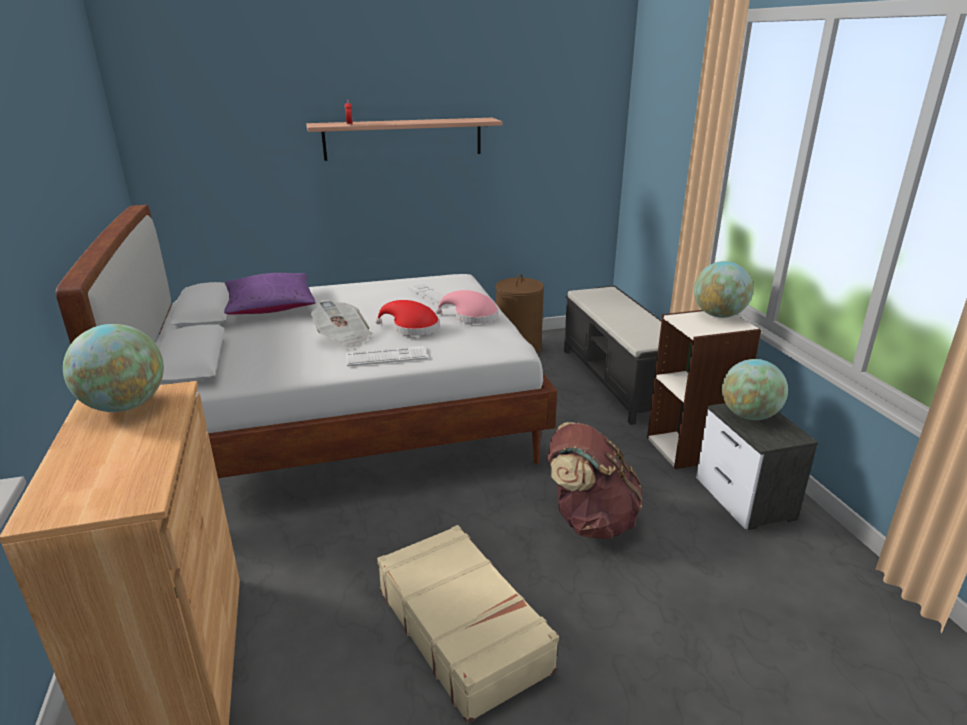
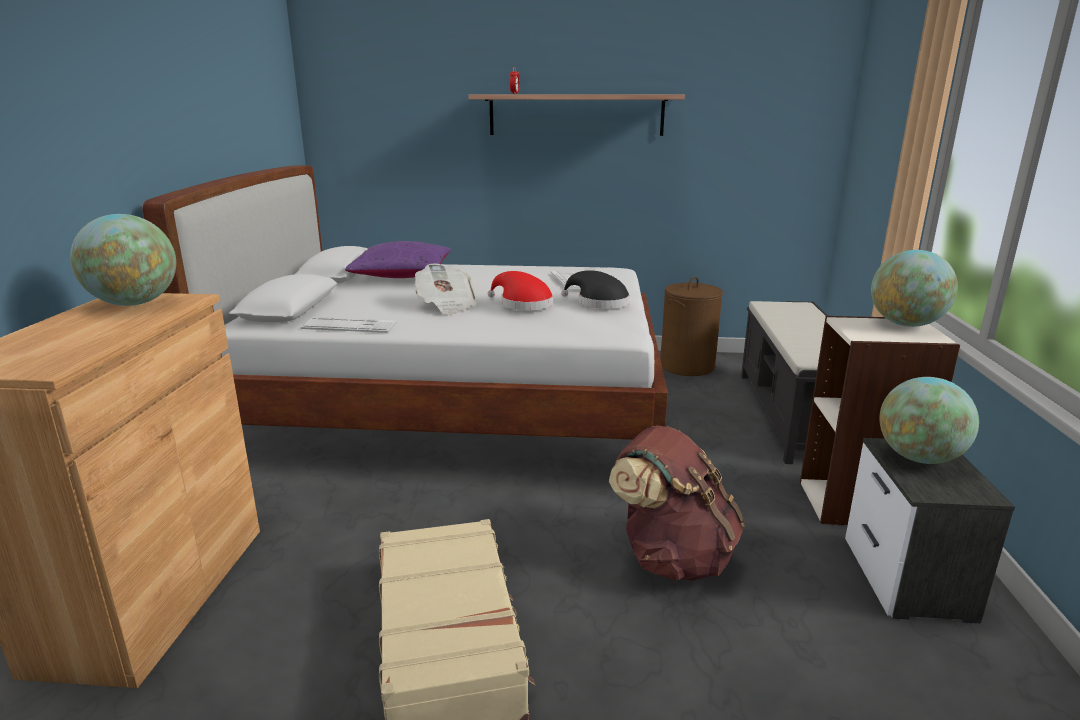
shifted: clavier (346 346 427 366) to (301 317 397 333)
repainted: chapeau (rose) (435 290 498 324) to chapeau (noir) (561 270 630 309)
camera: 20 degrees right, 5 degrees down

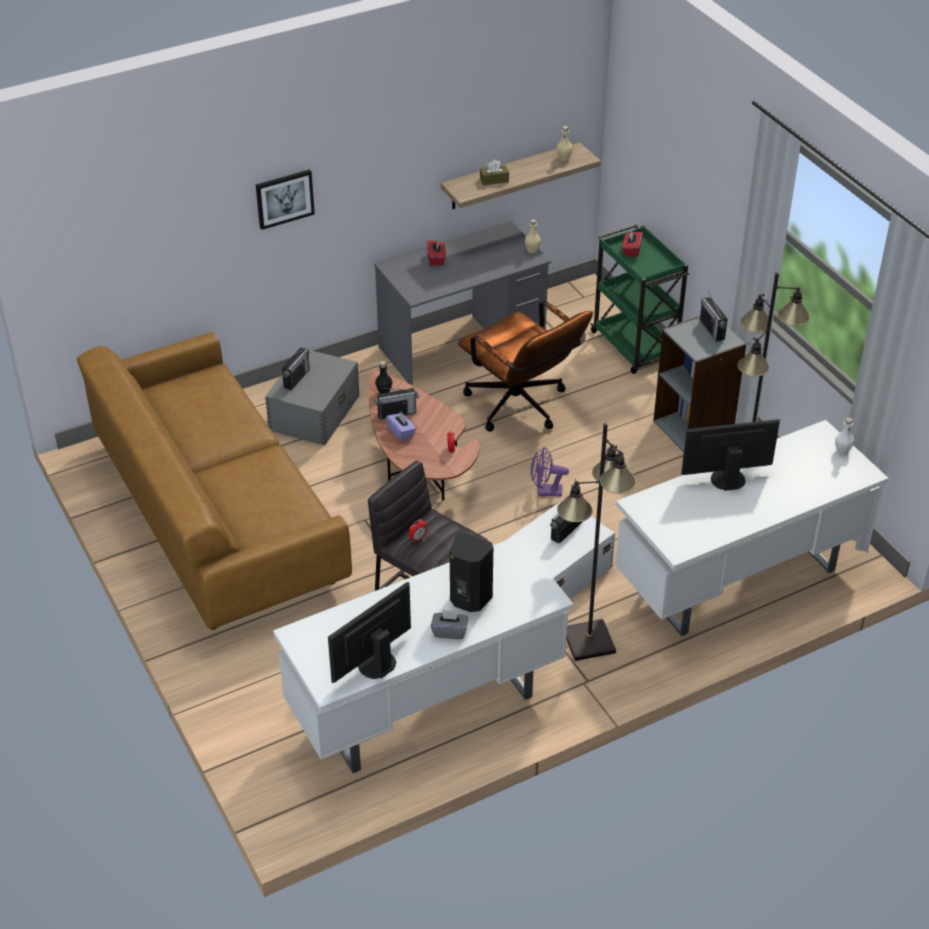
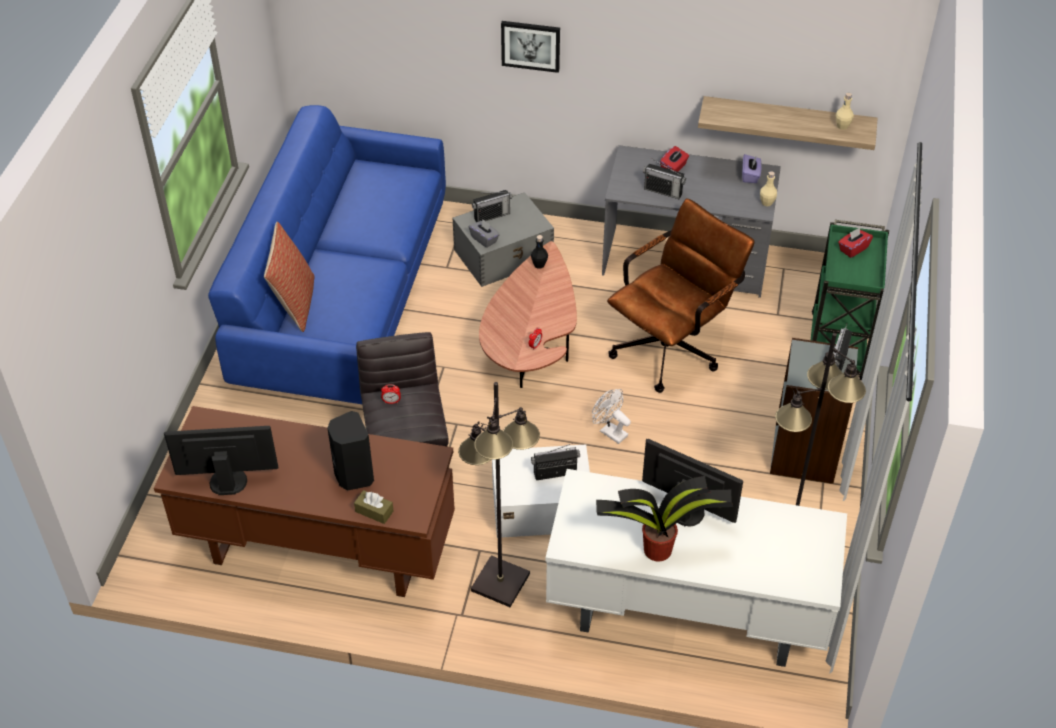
gone: bouteille (blanc) (835 418 854 455)
new: coussin (264 222 315 332); plante en pot (596 476 733 562)
shifted: radio (375 388 419 420) to (643 158 686 199); boîte à mouchoirs (violet) (386 412 416 441) to (742 154 762 183); boîte à mouchoirs (gris) (431 610 468 639) to (469 219 500 248); boîte à mouchoirs (marron) (480 160 509 185) to (354 490 393 524)
repainted: canapé (marron) (77 332 352 630) to canapé (bleu) (208 105 446 404); bureau (blanc) (273 536 573 773) to bureau (marron) (154 406 455 597); ventilateur (violet) (531 447 569 496) to ventilateur (blanc) (592 389 631 444)
rotated: chaise de bureau (marron) (458 301 593 432) = (607 199 755 393) 135 degrees counterclockwise
camera: 40 degrees right, 5 degrees up

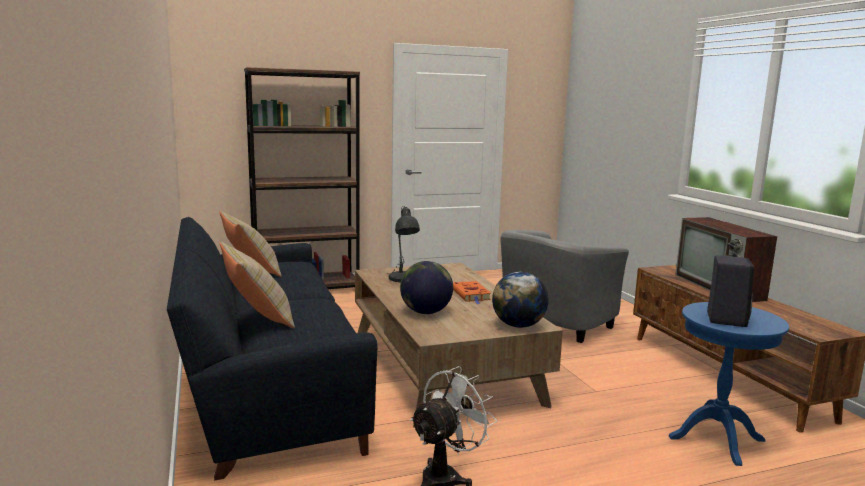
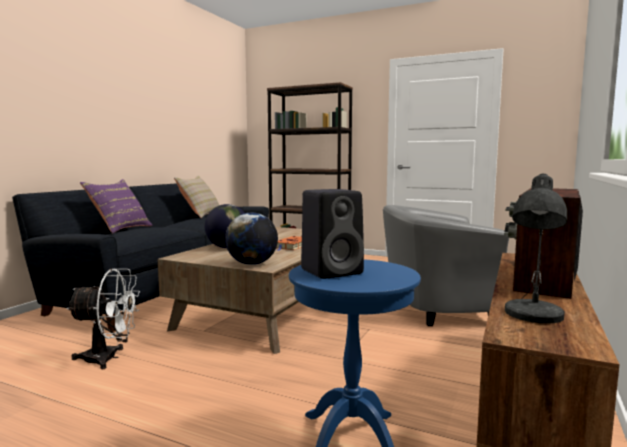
shifted: lampe de table (gris) (389 206 420 282) to (505 173 567 324)
repainted: coussin (beige) (220 242 295 328) to coussin (violet) (80 179 153 234)
camera: 45 degrees right, 5 degrees down

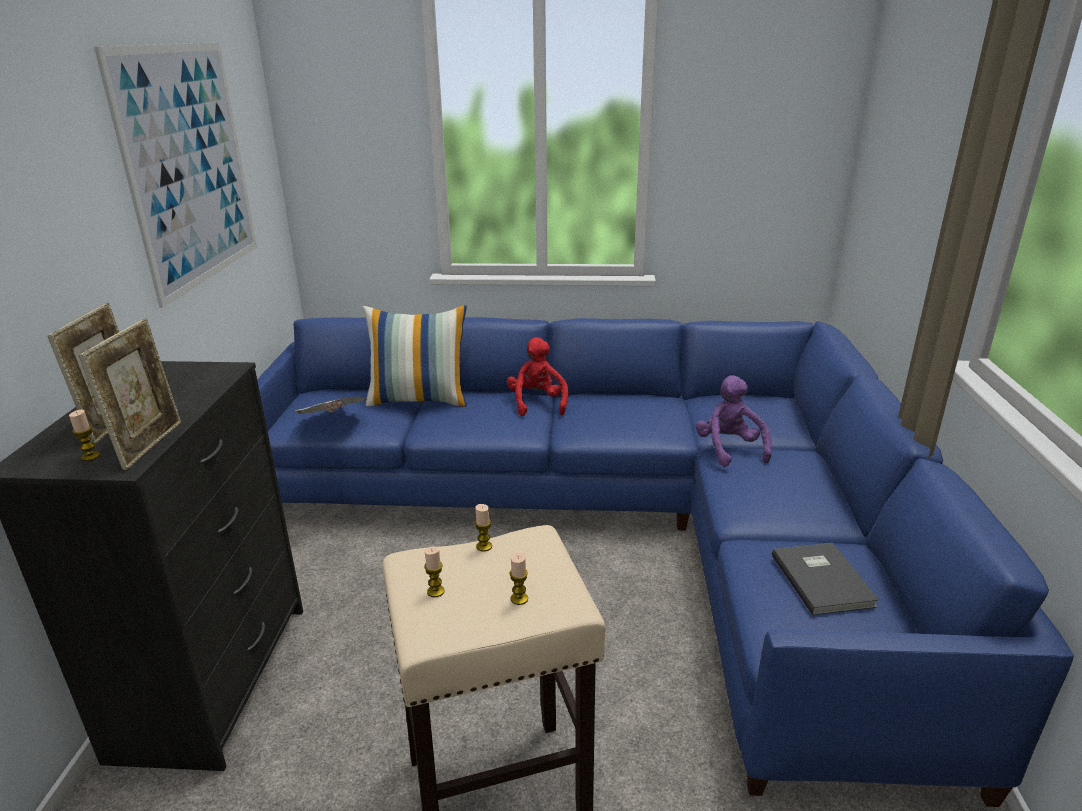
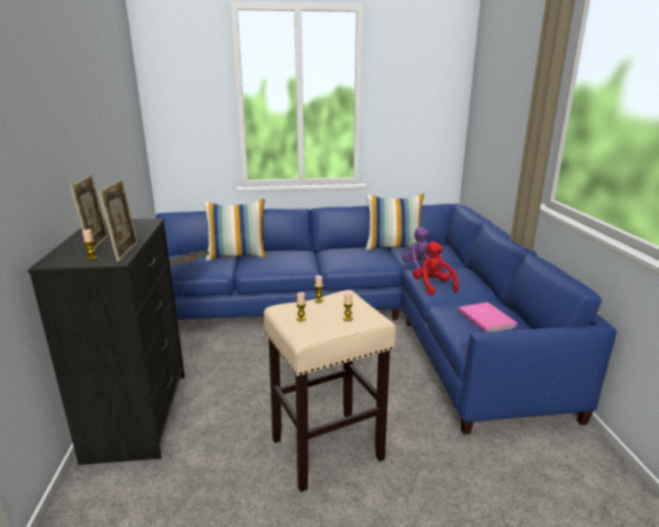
gone: tableau (94 42 257 308)
new: coussin (366 194 424 251)
shifted: peluche (rouge) (507 337 568 416) to (413 241 459 295)
repainted: livre (gris) (772 543 879 615) to livre (rose) (458 302 517 332)
camera: 10 degrees left, 5 degrees down

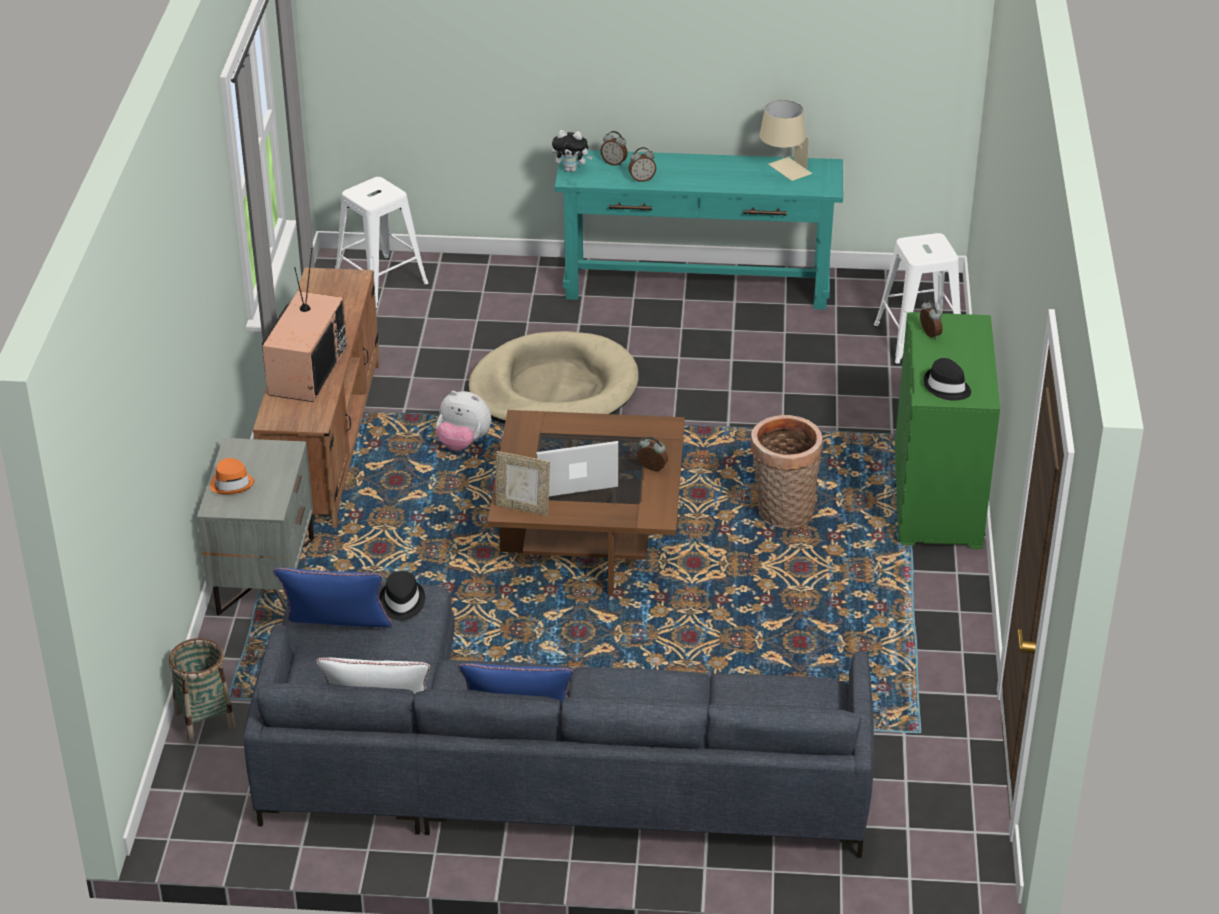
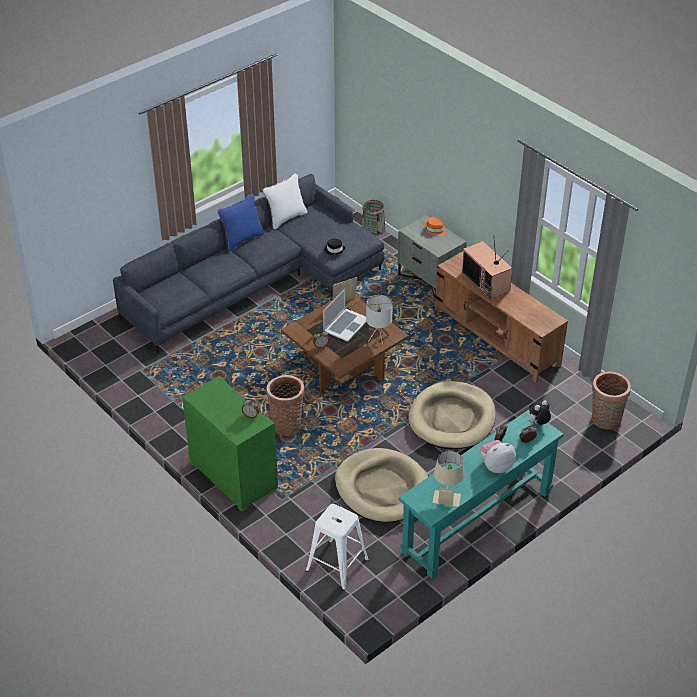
gone: coussin (bleu) (273 568 393 628); chapeau (noir) (924 358 971 401)
new: panier pour chien (beige) (335 448 428 523); lampe de table (366 295 393 346)
shifted: peluche (436 391 491 451) to (480 440 516 473)
swapped: tabouret (blanc) (335 177 429 309) to panier (592 371 631 430)
camera: 135 degrees right, 5 degrees up

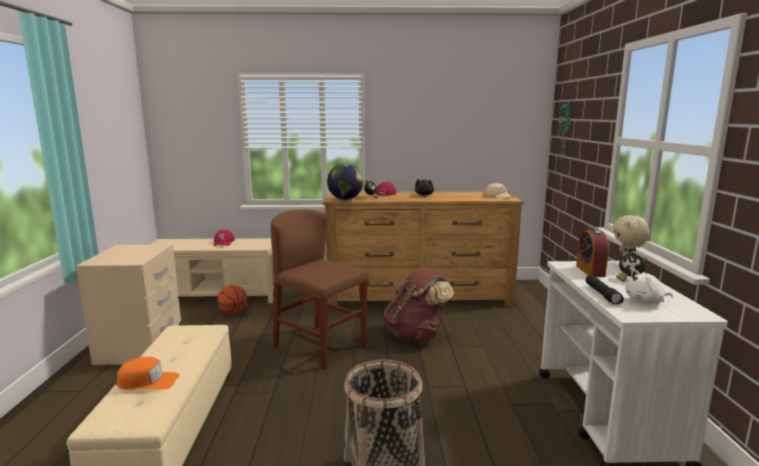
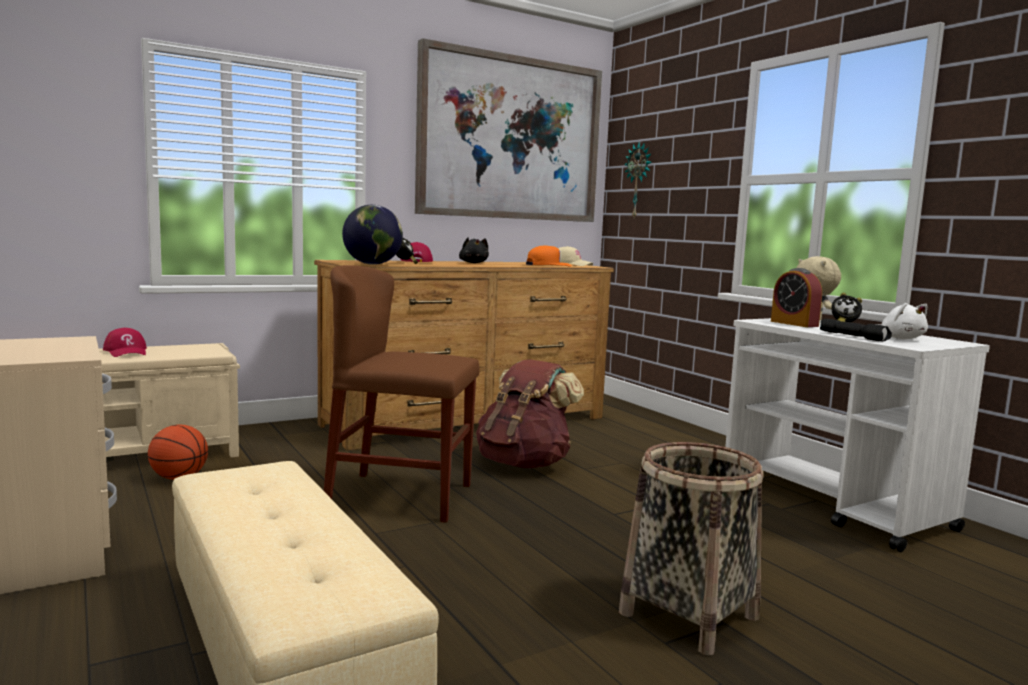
new: tableau (415 38 602 222)
shifted: casquette (orange) (116 357 180 390) to (526 246 572 267)
rotated: peluche (blanc) (625 269 673 304) = (877 303 928 339) 75 degrees counterclockwise
camera: 30 degrees left, 5 degrees down

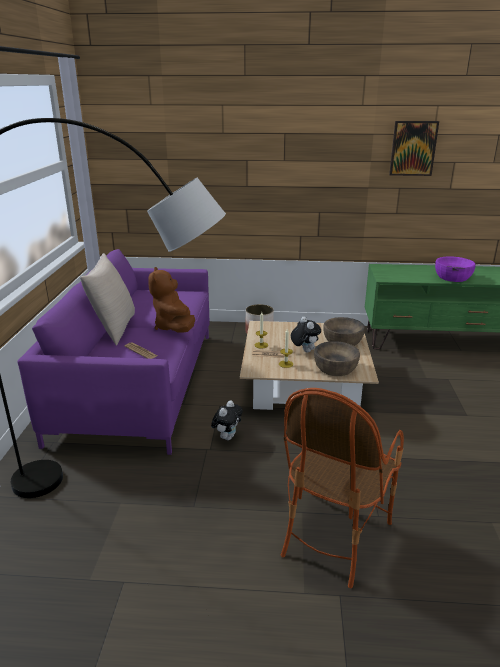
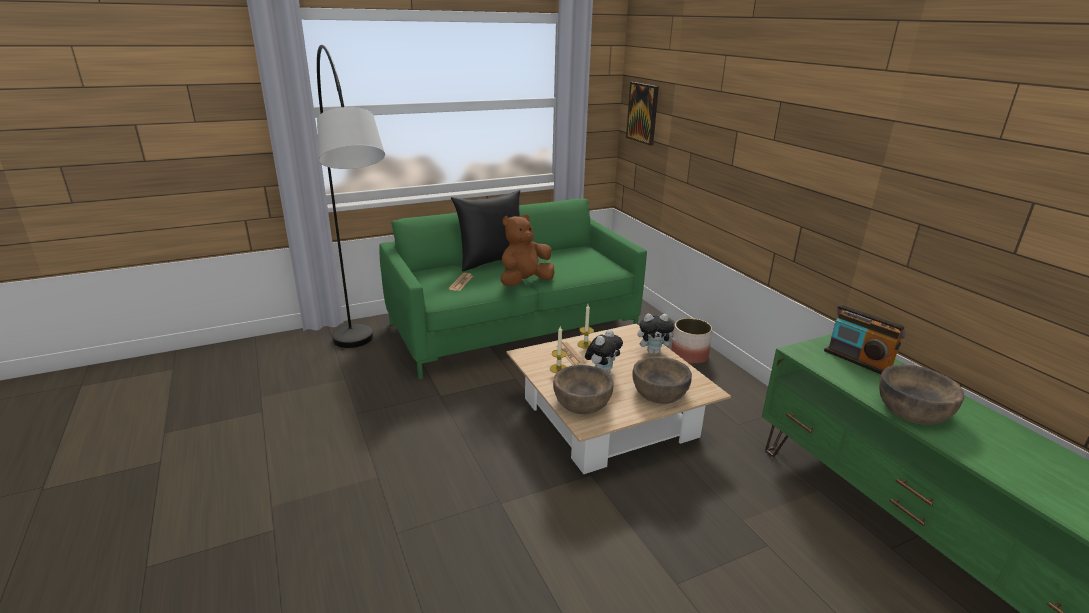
gone: fauteuil (280 388 404 588)
new: radio (824 304 905 374)
shifted: peluche (211 400 243 440) to (638 314 677 354); tableau (389 121 439 176) to (626 82 659 146)
repainted: canapé (violet) (17 249 210 455) to canapé (vert) (379 199 647 380); coussin (beige) (80 253 135 346) to coussin (noir) (451 190 520 271); bol (violet) (435 257 475 282) to bol (marron) (879 364 965 425)
camera: 60 degrees right, 0 degrees up

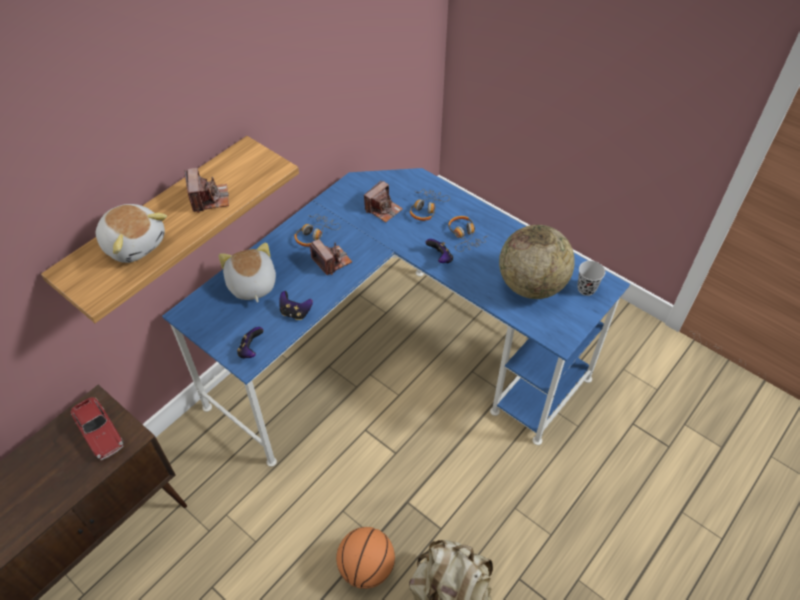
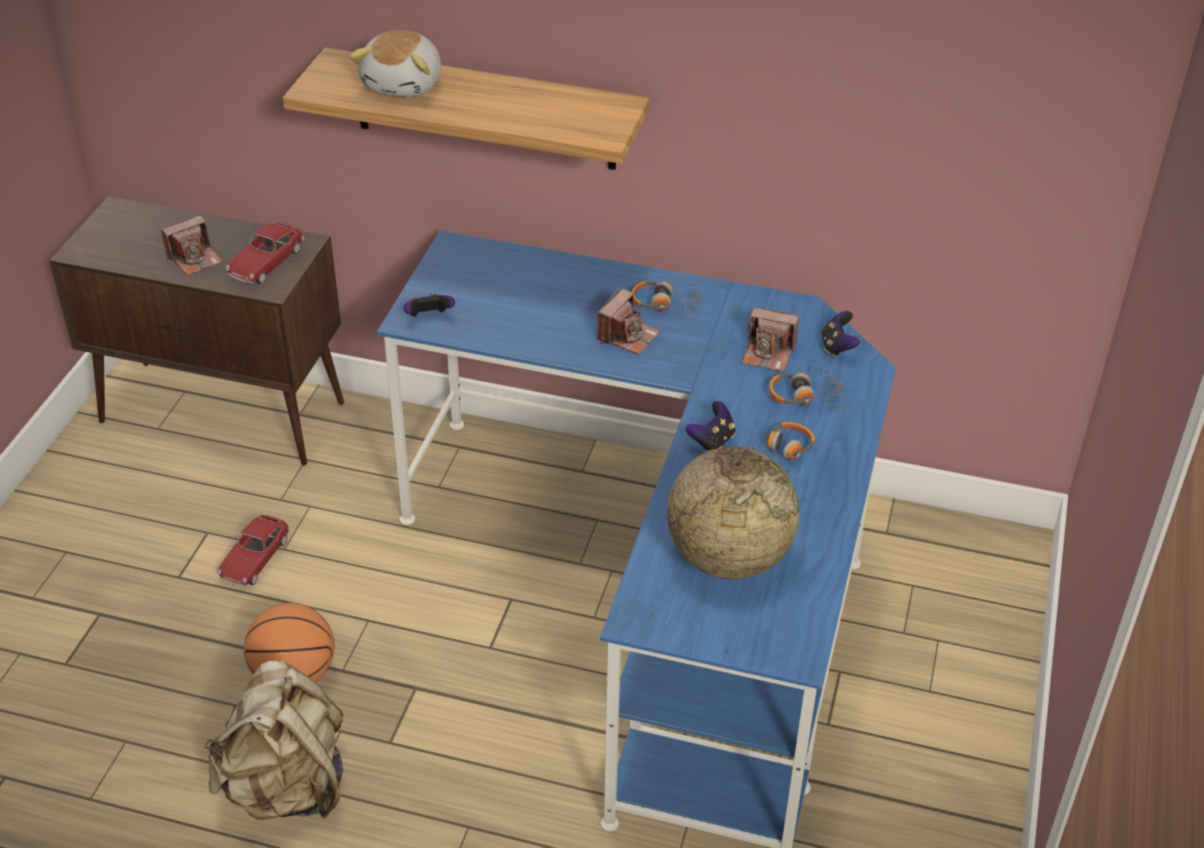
gone: peluche (219 243 276 303); tasse (noir) (577 261 605 296)
new: petite voiture (217 515 290 587)
shifted: appareil photo (184 168 229 213) to (161 214 223 276); manette (279 291 313 320) to (821 311 860 357)
camera: 65 degrees right, 10 degrees down

